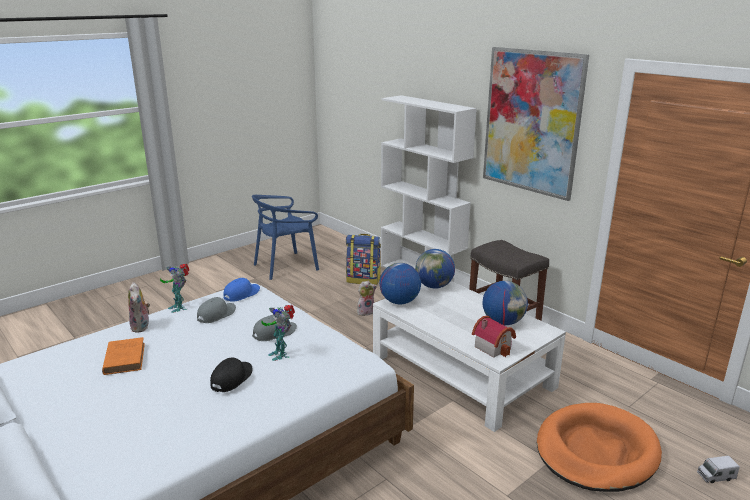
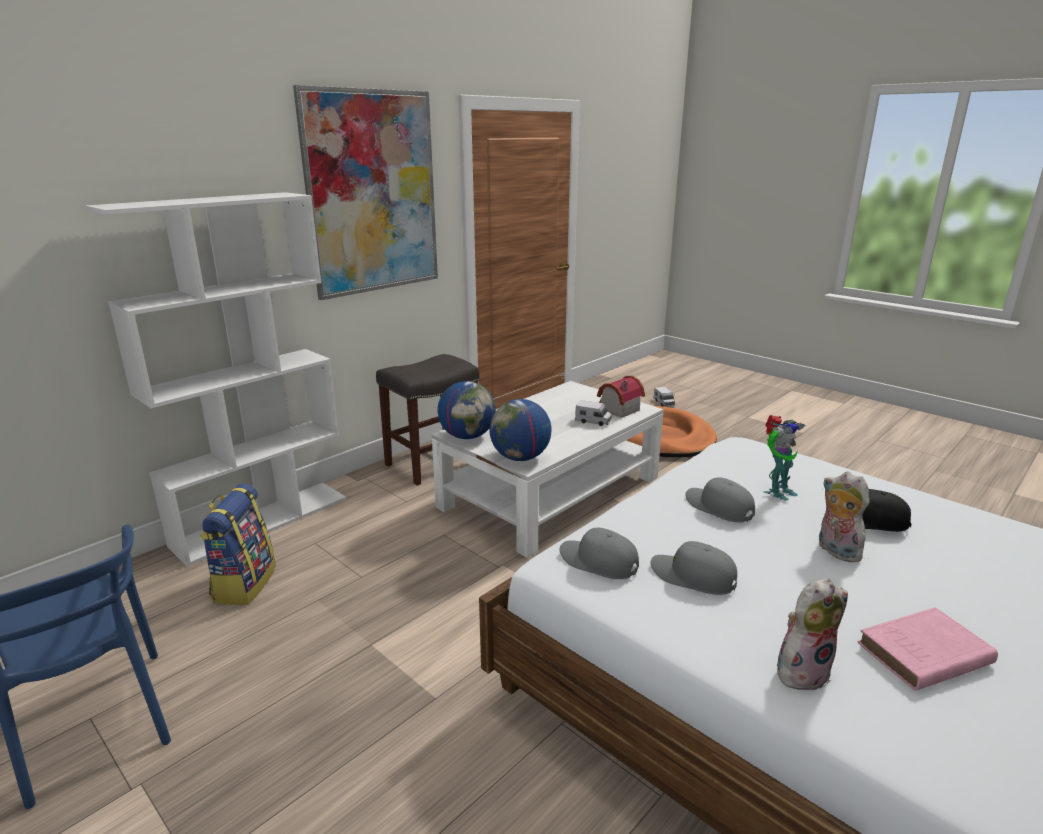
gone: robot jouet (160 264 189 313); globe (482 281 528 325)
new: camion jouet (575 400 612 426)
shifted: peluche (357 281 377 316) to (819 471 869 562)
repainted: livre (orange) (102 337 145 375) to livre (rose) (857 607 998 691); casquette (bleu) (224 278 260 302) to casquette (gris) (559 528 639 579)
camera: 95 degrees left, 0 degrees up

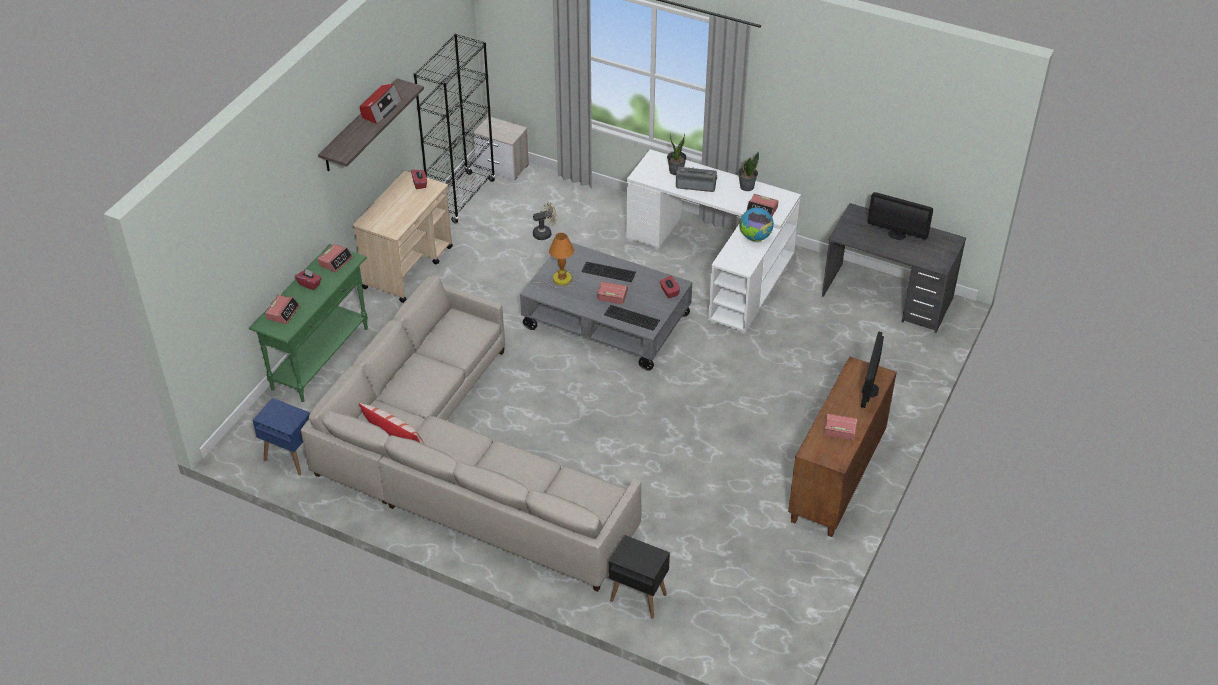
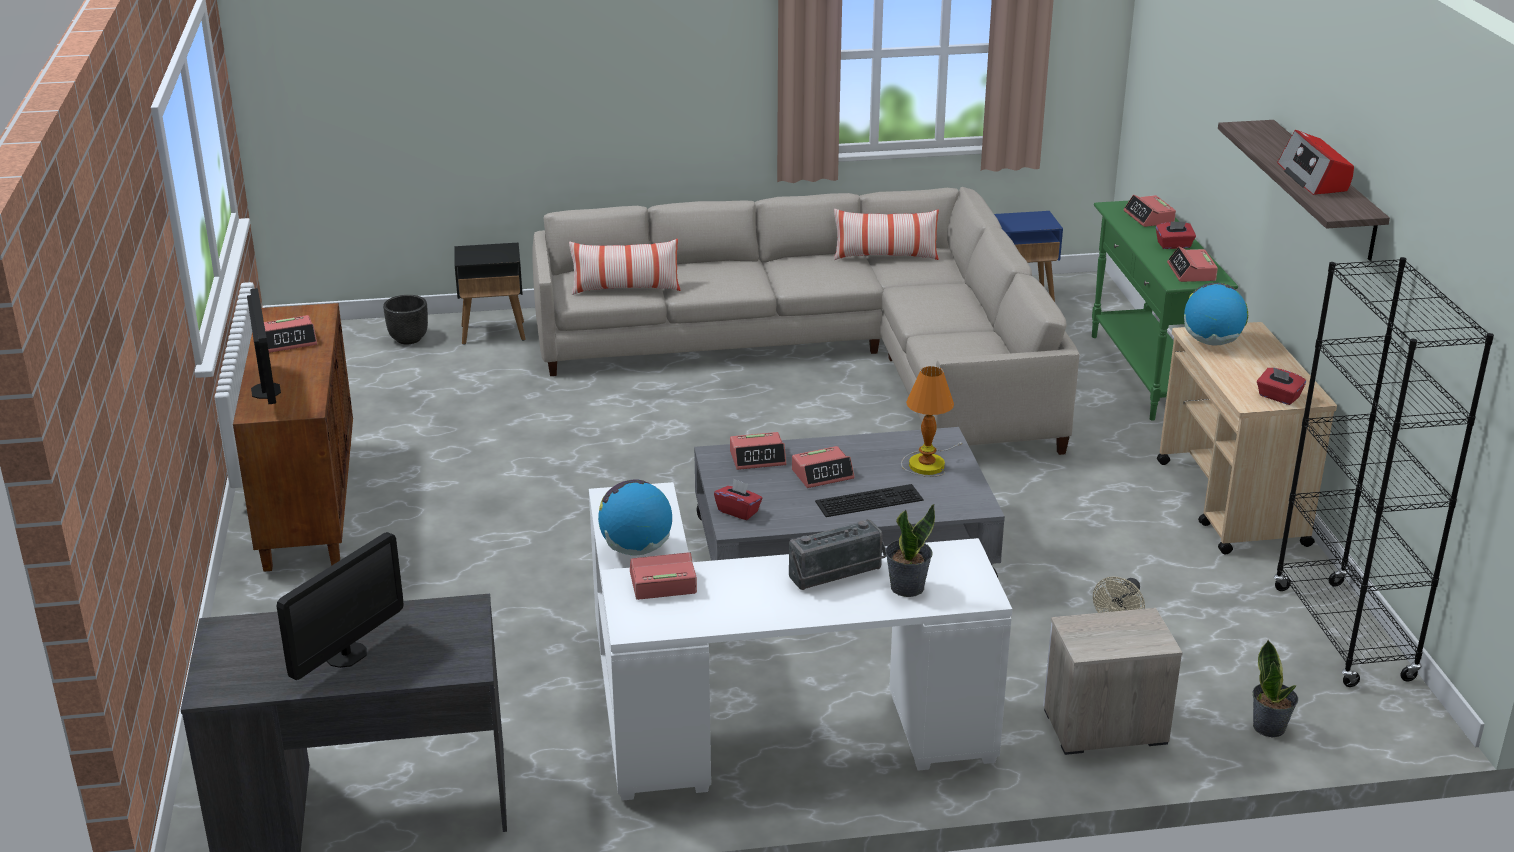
new: cache-pot (noir) (383 295 428 345); coussin (569 239 681 295); globe (1184 283 1248 345)
shifted: table de chevet (473 117 529 180) to (1043 608 1183 755); plante en pot (738 152 759 191) to (1253 640 1298 737)
swapped: clavier (604 305 660 331) to réveil (730 432 786 470)
rotated: écran d'ordinateur (868 192 933 240) = (277 532 403 680) 135 degrees clockwise
camera: 145 degrees right, 15 degrees down

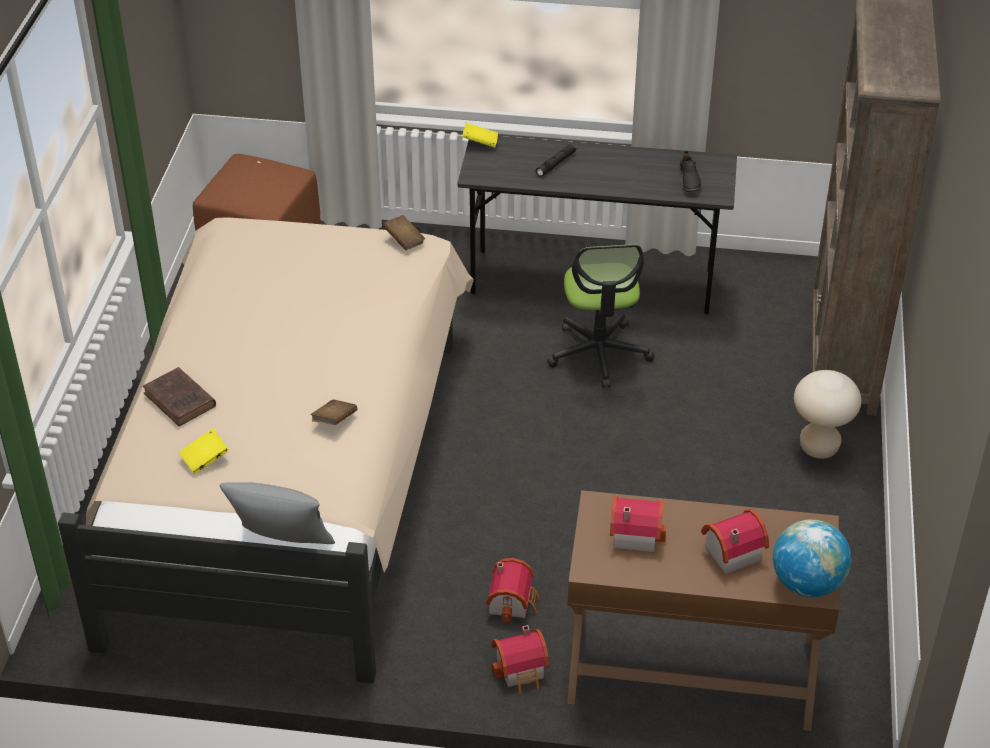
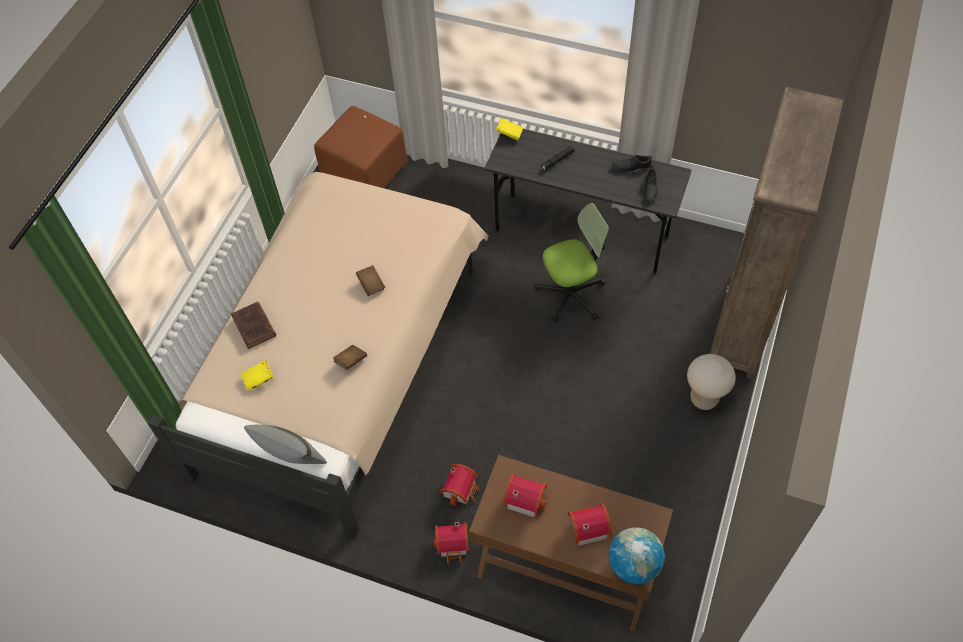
new: chaussure (noir) (612 155 652 172)
shifted: livre (marron) (383 215 425 250) to (356 265 385 296)
rotated: chaise de bureau (547 244 655 388) = (534 203 609 322) 120 degrees counterclockwise
camera: 15 degrees right, 15 degrees up

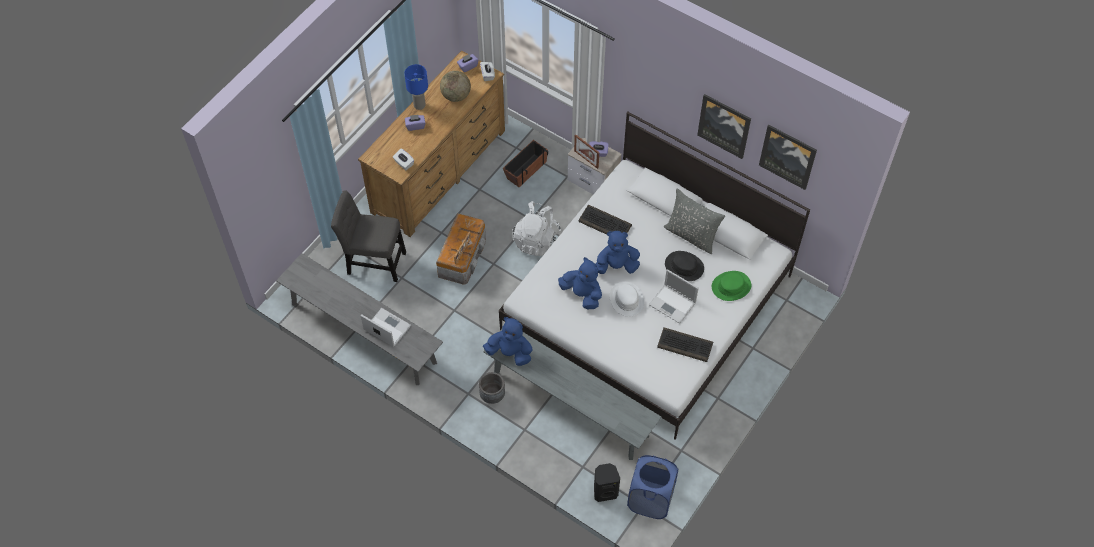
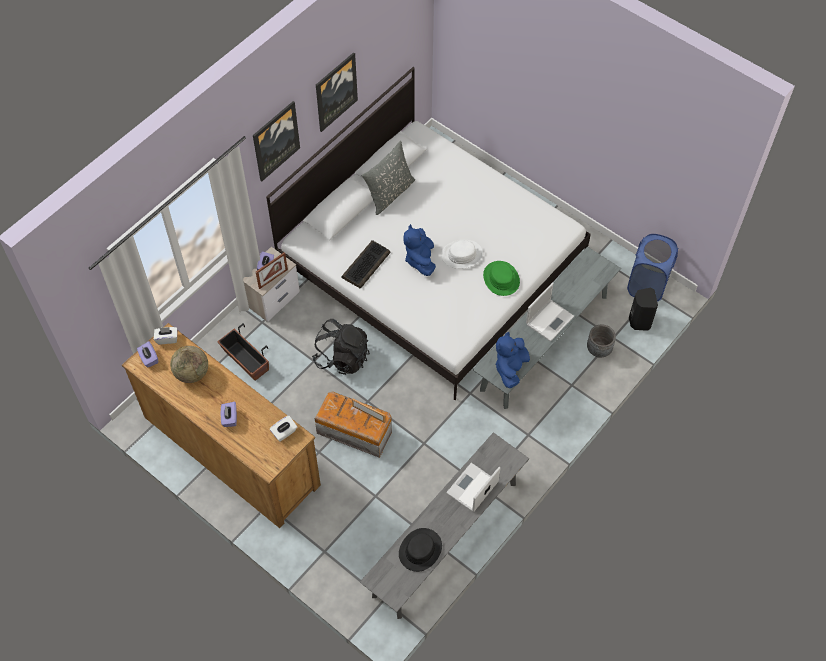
gone: chaise (gris) (331 190 406 282); lampe de table (bleu) (404 64 428 110); peluche (bleu) (558 257 602 309); clavier (657 327 713 362)
shifted: cache-pot (gris) (479 372 505 404) to (587 324 616 358); ordinateur portable (649 269 699 324) to (526 283 574 341); chapeau (noir) (665 251 704 281) to (399 528 442 572); chapeau (vert) (712 271 751 301) to (483 261 520 296); tableau (759 125 817 190) to (253 101 300 181)
repainted: sac à dos (blanc) (512 201 561 256) to sac à dos (noir) (312 319 370 375)
camera: 85 degrees left, 0 degrees up

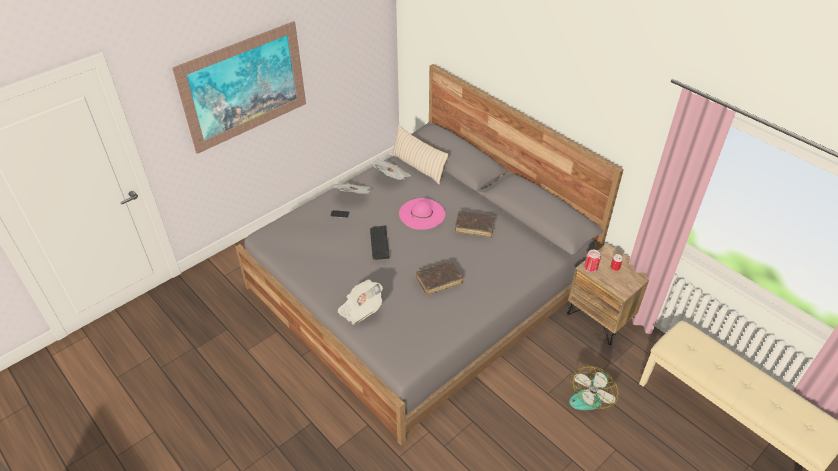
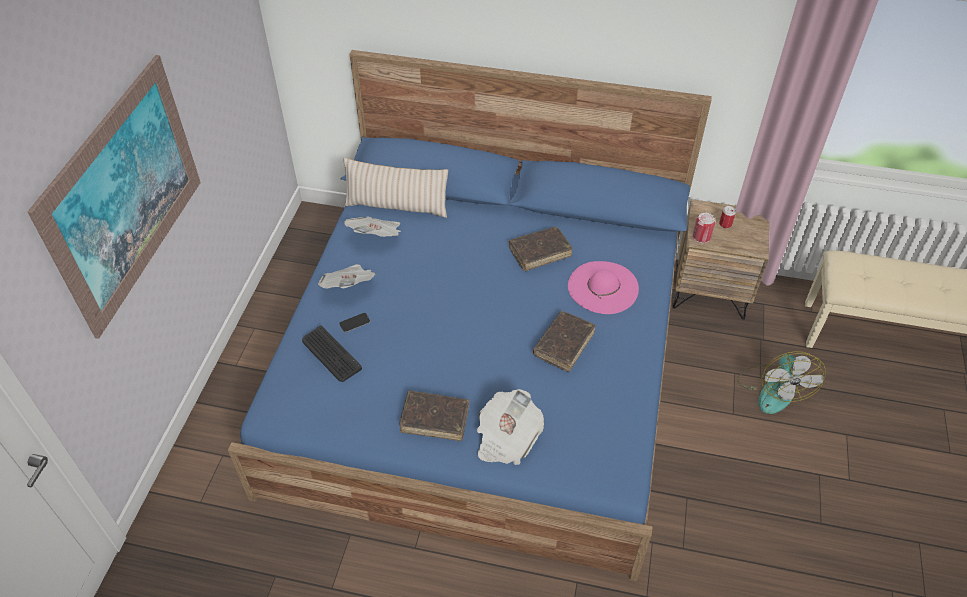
new: livre (marron) (399 390 469 441)
shifted: clavier (370 226 390 260) to (302 326 362 382); chapeau (rose) (399 198 445 230) to (568 261 639 314)
repainted: lit (gris) (235 64 624 445) to lit (bleu) (228 50 712 581)
camera: 35 degrees left, 5 degrees up

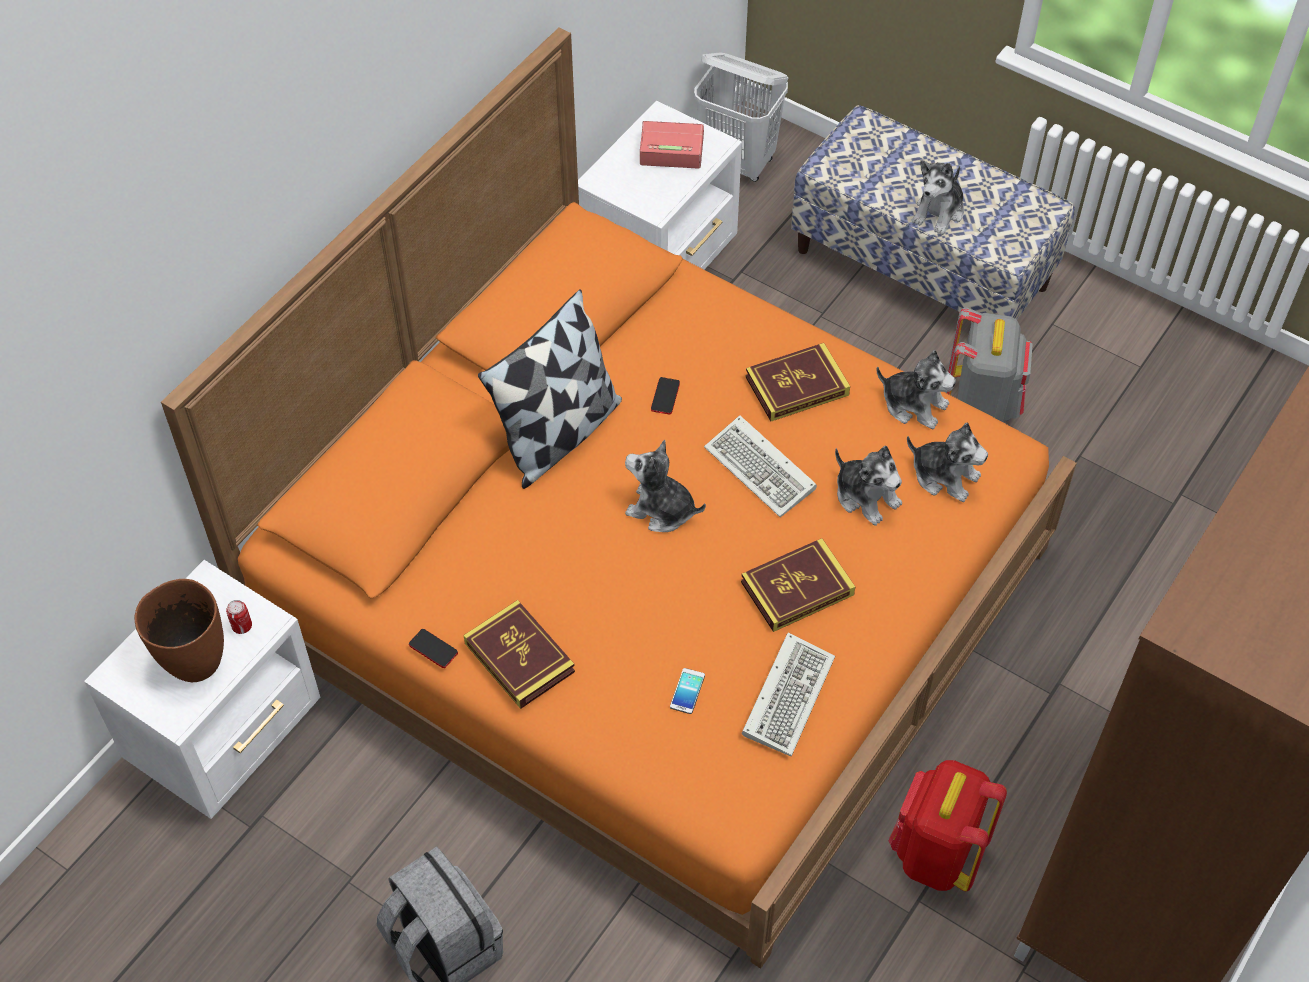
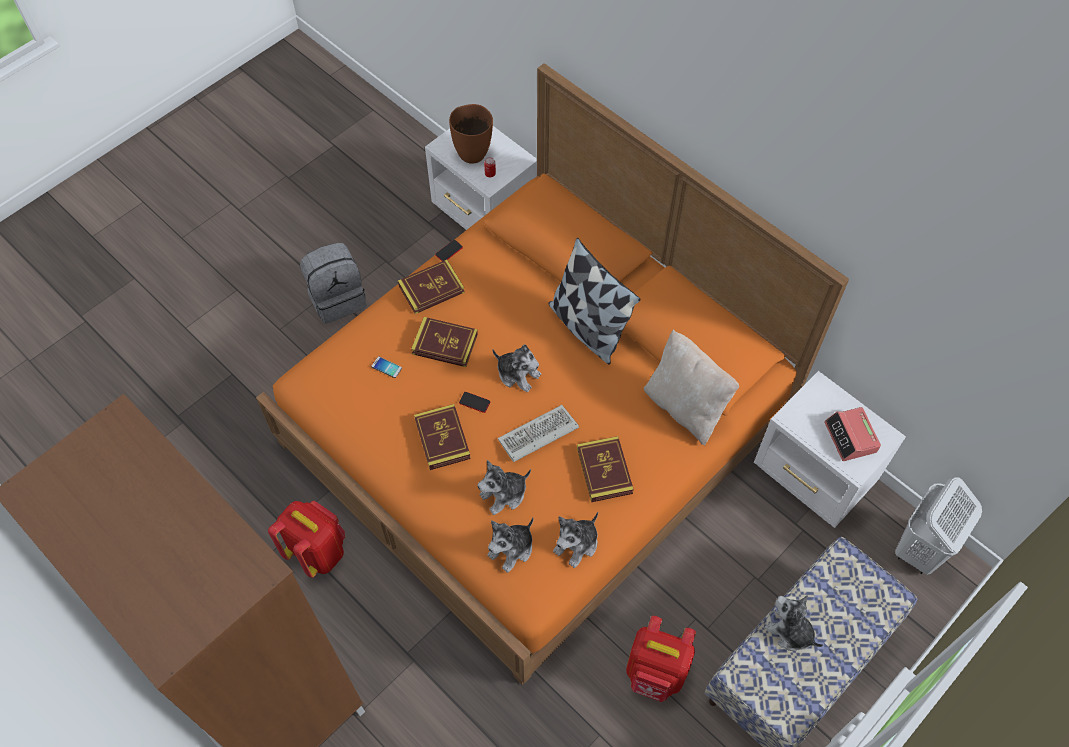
gone: clavier (742 633 835 756)
new: livre (411 317 478 367); coussin (beige) (644 329 739 446)
shifted: téléphone (651 377 680 415) to (459 392 491 413)
repainted: sac à dos (gris) (946 307 1033 423) to sac à dos (rouge) (626 616 696 702)
rotated: peluche (625 440 706 532) = (492 344 541 392) 90 degrees clockwise; réveil (640 121 704 169) = (824 407 881 461) 150 degrees clockwise
camera: 100 degrees right, 5 degrees up

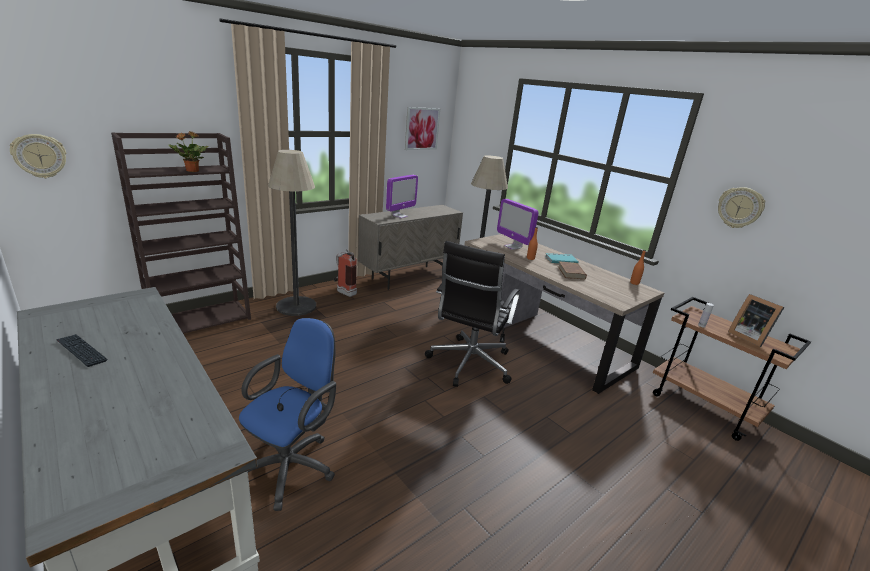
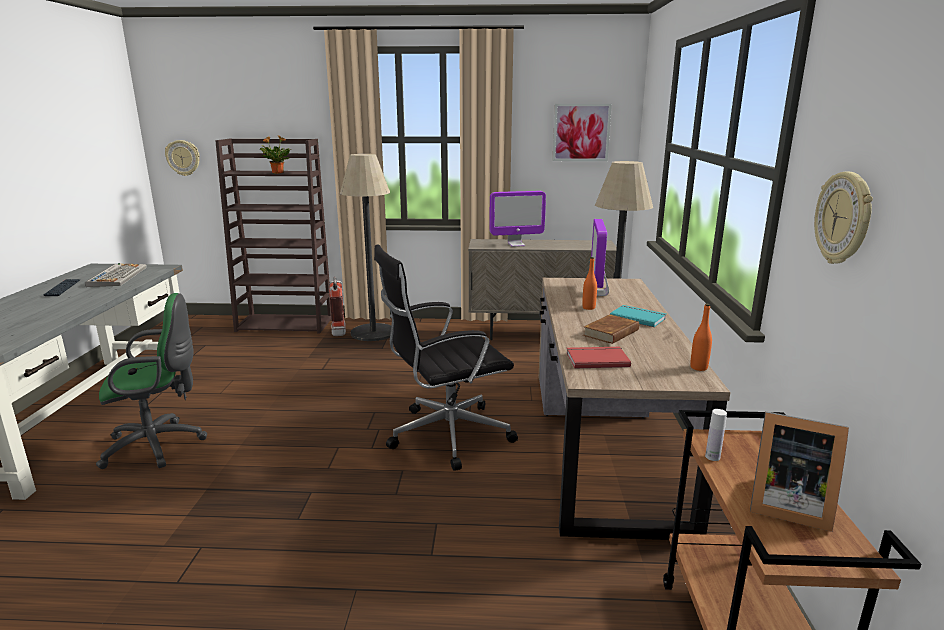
new: clavier (85 263 147 287); livre (rouge) (567 347 631 369)
shifted: extincteur (333 250 357 297) to (329 277 346 336)
repainted: chaise de bureau (bleu) (239 318 336 511) to chaise de bureau (vert) (96 293 207 469)
rotated: cadre photo (728 294 784 347) = (750 411 849 532) 75 degrees counterclockwise
camera: 45 degrees right, 5 degrees down

